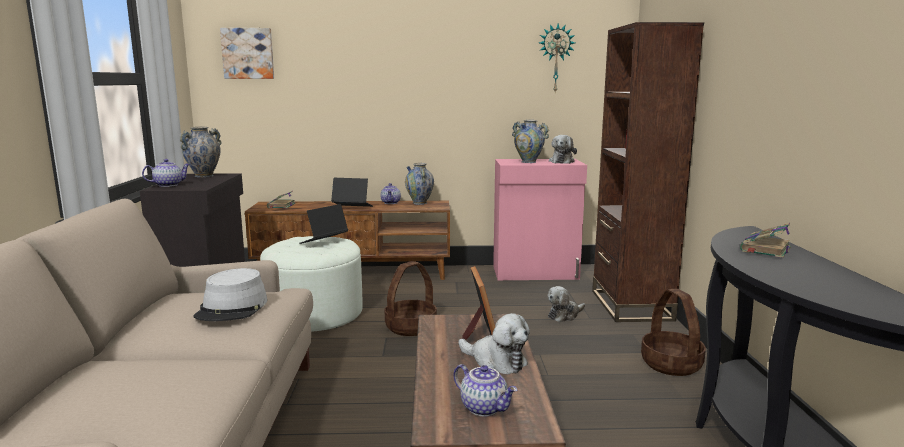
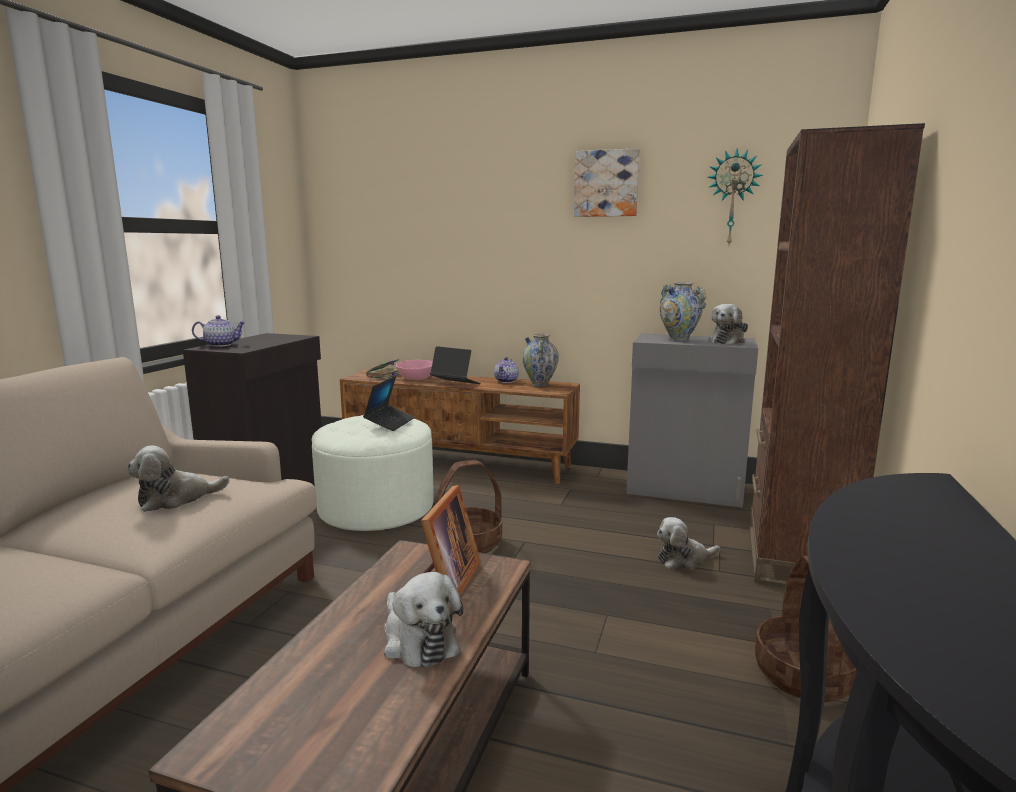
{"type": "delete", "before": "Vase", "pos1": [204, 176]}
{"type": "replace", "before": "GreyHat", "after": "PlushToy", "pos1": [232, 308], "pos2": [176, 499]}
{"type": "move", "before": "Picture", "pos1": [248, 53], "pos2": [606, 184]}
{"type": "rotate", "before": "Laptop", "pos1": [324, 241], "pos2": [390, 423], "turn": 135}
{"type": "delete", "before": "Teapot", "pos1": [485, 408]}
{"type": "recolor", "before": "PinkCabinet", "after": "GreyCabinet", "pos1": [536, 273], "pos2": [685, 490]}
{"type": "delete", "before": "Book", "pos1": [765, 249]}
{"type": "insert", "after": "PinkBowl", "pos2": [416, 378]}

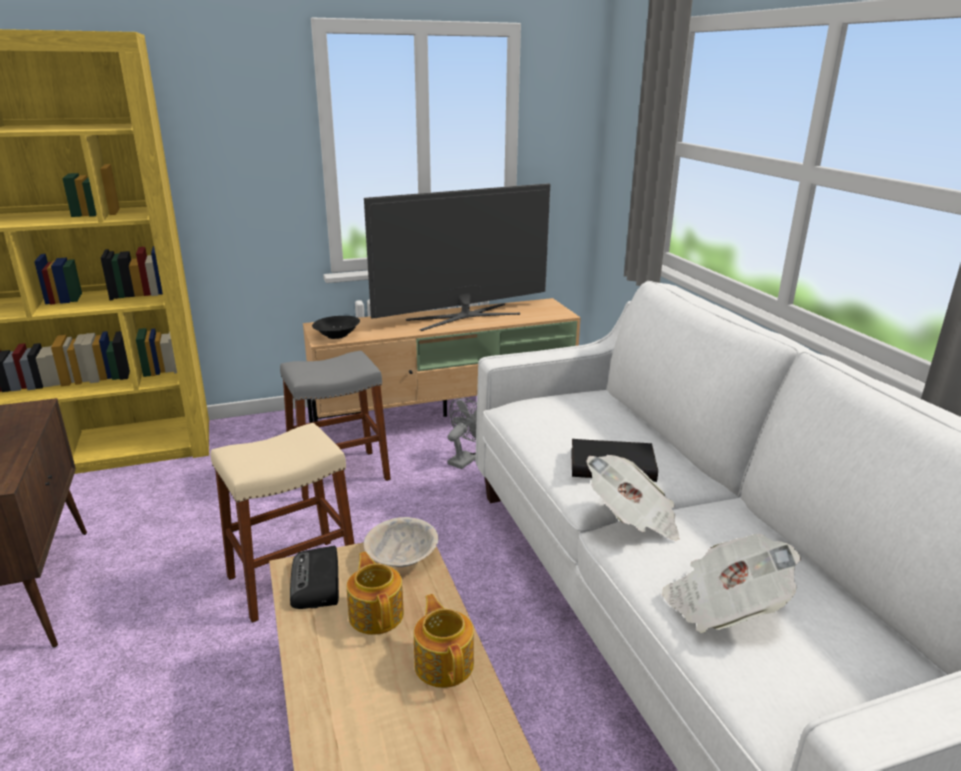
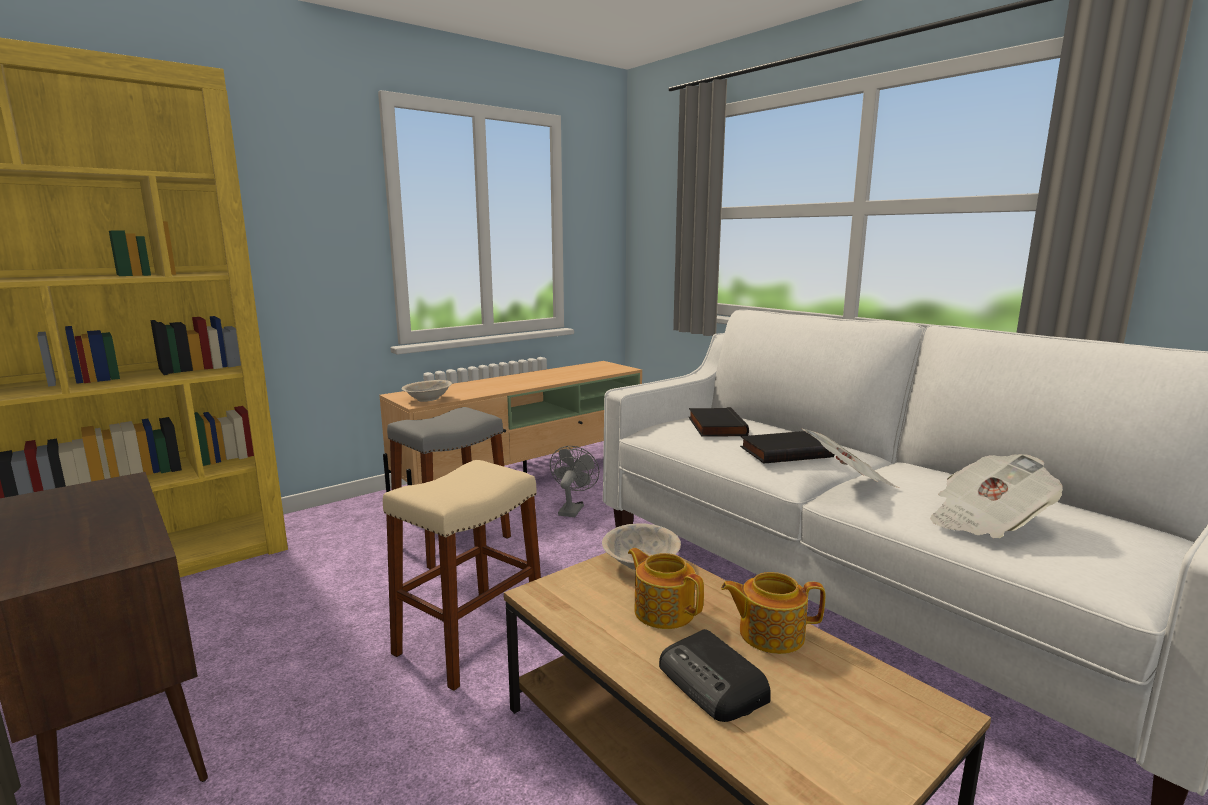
{"type": "move", "before": "Radio", "pos1": [317, 583], "pos2": [713, 684]}
{"type": "recolor", "before": "BlackBowl", "after": "BeigeBowl", "pos1": [337, 336], "pos2": [428, 399]}
{"type": "delete", "before": "Television", "pos1": [464, 316]}
{"type": "rotate", "before": "Teapot", "pos1": [444, 663], "pos2": [769, 634], "turn": -45}
{"type": "insert", "after": "BlackBook", "pos2": [715, 426]}

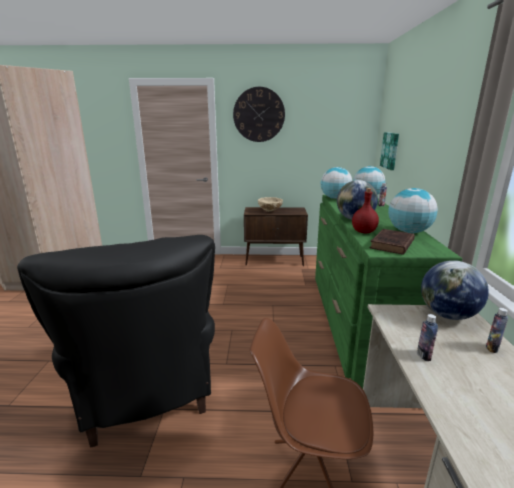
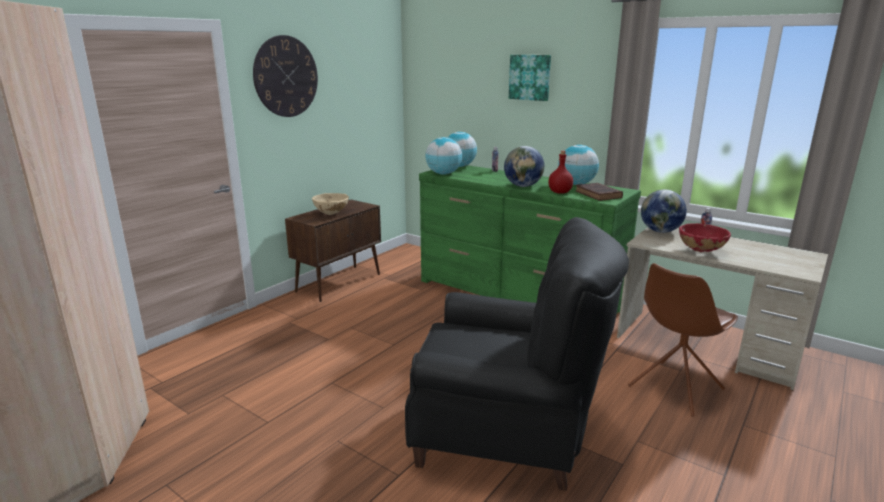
{"type": "move", "before": "Picture", "pos1": [390, 150], "pos2": [530, 77]}
{"type": "replace", "before": "Bottle", "after": "RedBowl", "pos1": [423, 355], "pos2": [701, 251]}

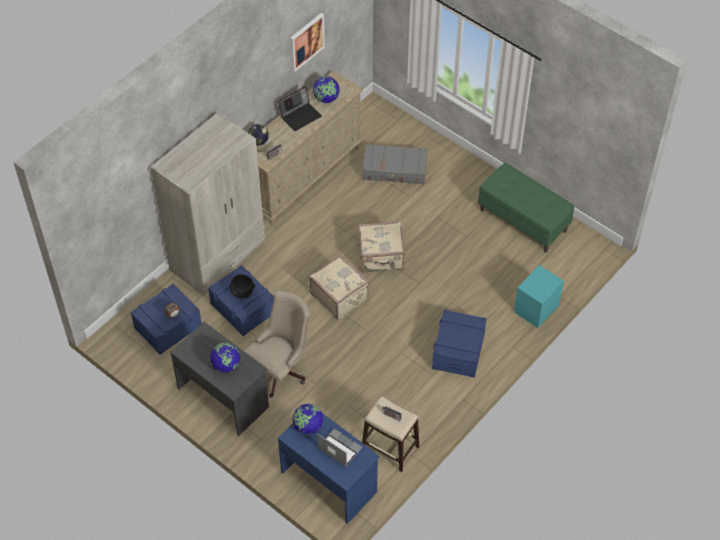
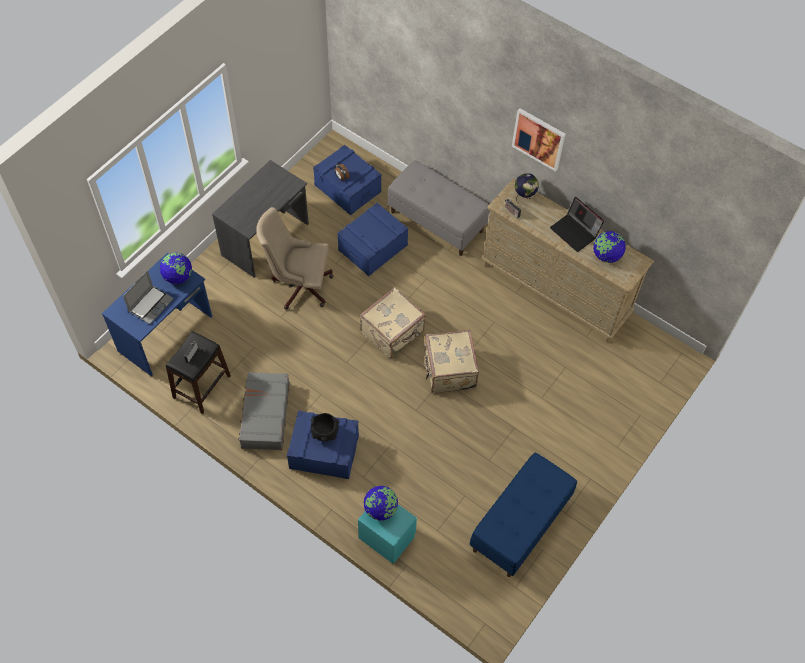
{"type": "replace", "before": "BeigeWardrobe", "after": "GreyBench", "pos1": [218, 256], "pos2": [437, 221]}
{"type": "move", "before": "Globe", "pos1": [226, 365], "pos2": [381, 509]}
{"type": "move", "before": "BlackBowl", "pos1": [242, 292], "pos2": [324, 432]}
{"type": "rotate", "before": "BeigeOfficeChair", "pos1": [281, 369], "pos2": [298, 285], "turn": 150}
{"type": "move", "before": "Picture", "pos1": [306, 41], "pos2": [539, 139]}
{"type": "recolor", "before": "BeigeStool", "after": "BlackStool", "pos1": [390, 447], "pos2": [202, 387]}
{"type": "move", "before": "GreySuitcase", "pos1": [394, 170], "pos2": [265, 415]}
{"type": "recolor", "before": "GreenBench", "after": "BlueBench", "pos1": [523, 220], "pos2": [520, 525]}

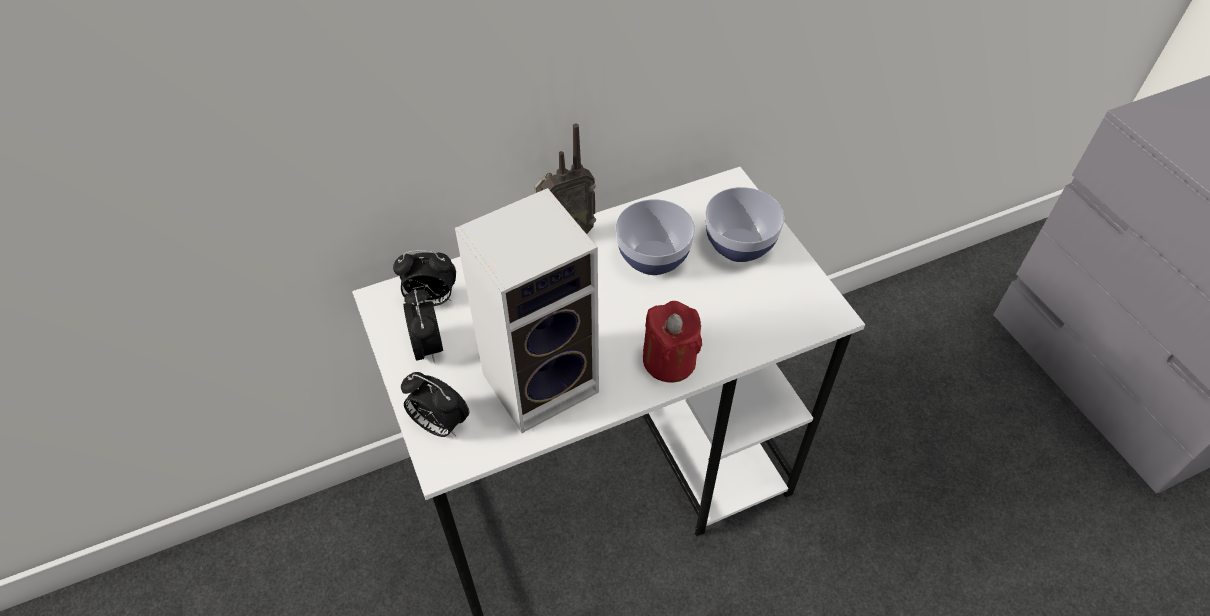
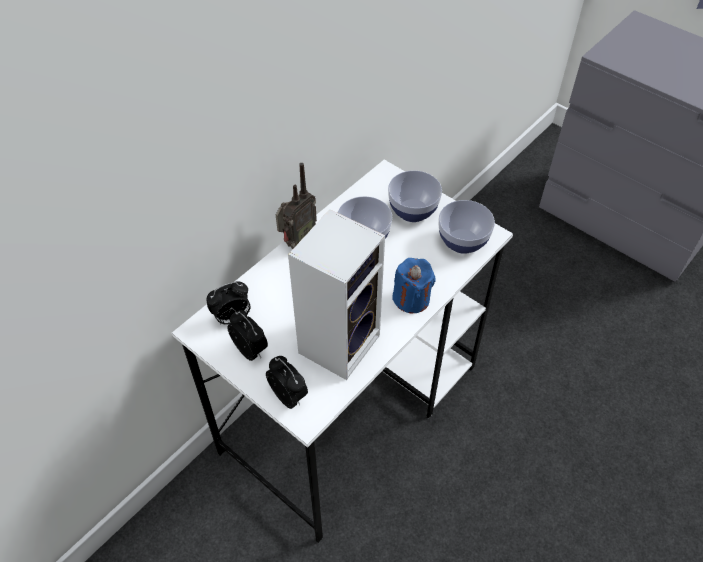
{"type": "rotate", "before": "AlarmClock", "pos1": [439, 424], "pos2": [289, 396], "turn": -135}
{"type": "recolor", "before": "RedCandle", "after": "BlueCandle", "pos1": [669, 361], "pos2": [411, 299]}
{"type": "insert", "after": "Bowl", "pos2": [462, 241]}

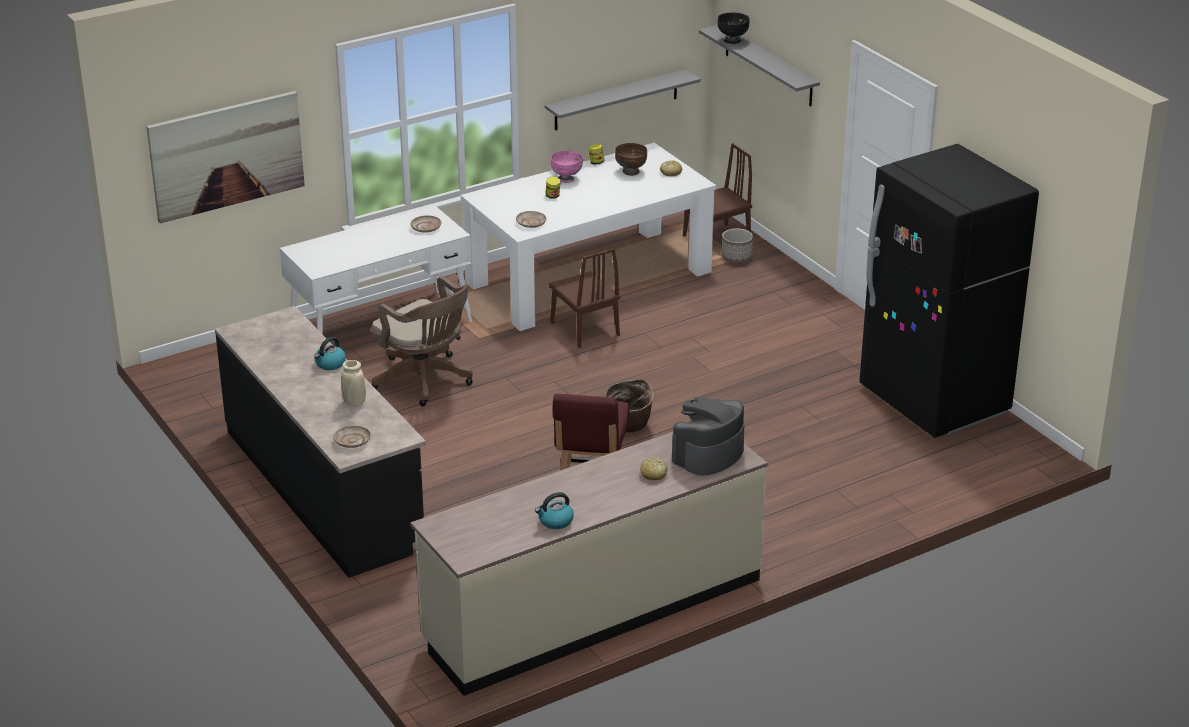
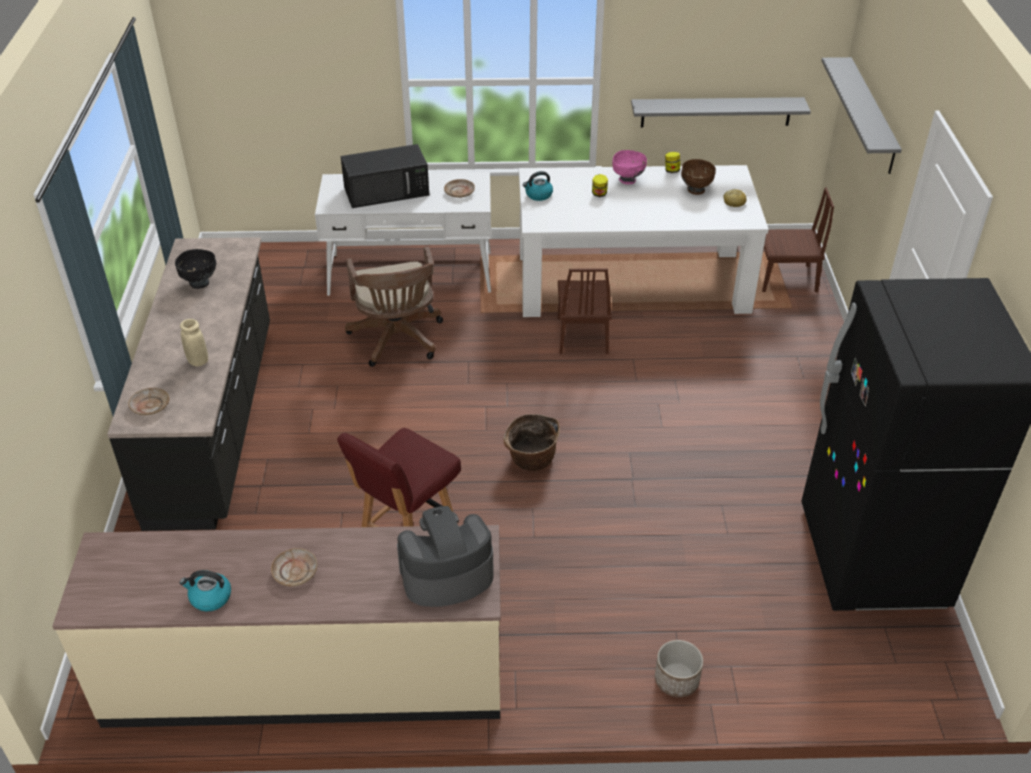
{"type": "delete", "before": "Picture", "pos1": [226, 155]}
{"type": "move", "before": "Kettle", "pos1": [330, 364], "pos2": [538, 195]}
{"type": "move", "before": "BeigePlate", "pos1": [531, 223], "pos2": [295, 572]}
{"type": "delete", "before": "Bread", "pos1": [653, 474]}
{"type": "move", "before": "BlackBowl", "pos1": [733, 41], "pos2": [199, 283]}
{"type": "move", "before": "Planter", "pos1": [736, 257], "pos2": [676, 680]}
{"type": "insert", "after": "BlackMicrowave", "pos2": [387, 191]}

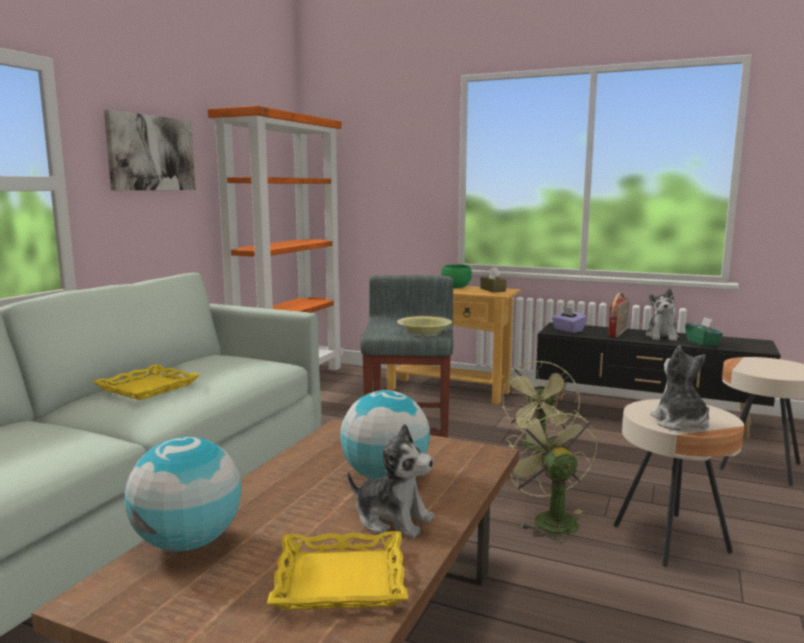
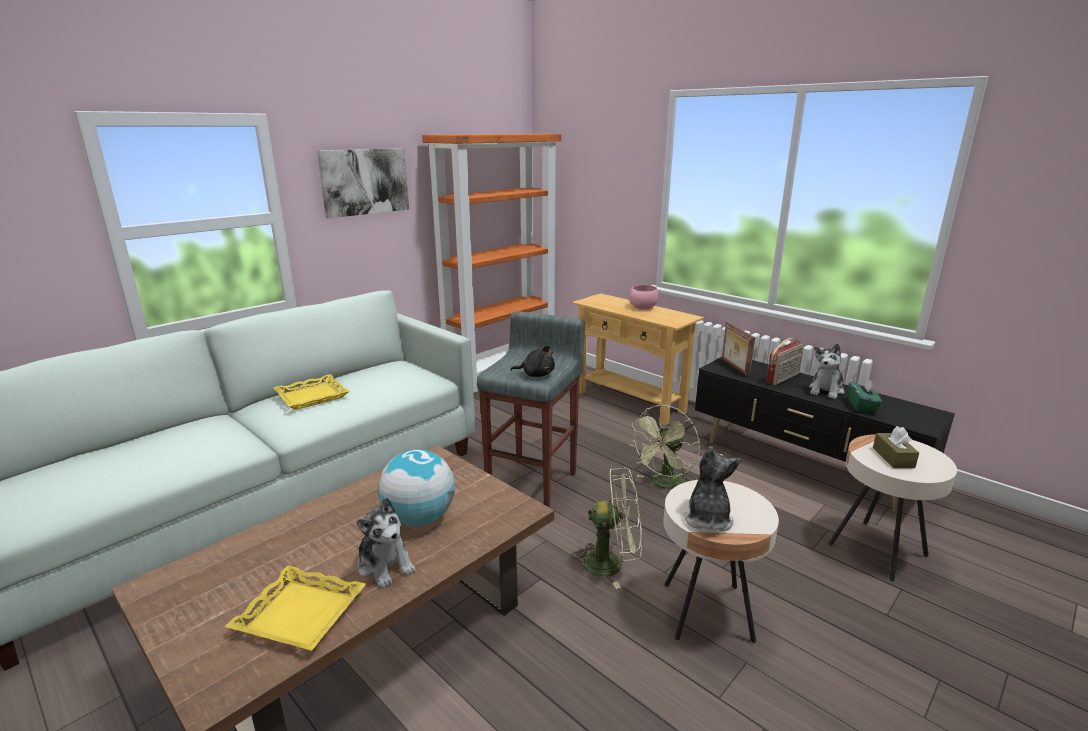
{"type": "delete", "before": "Globe", "pos1": [188, 543]}
{"type": "replace", "before": "YellowBowl", "after": "BlackPlushToy", "pos1": [424, 331], "pos2": [536, 374]}
{"type": "recolor", "before": "GreenBowl", "after": "PinkBowl", "pos1": [456, 287], "pos2": [643, 308]}
{"type": "move", "before": "BrownTissueBox", "pos1": [492, 290], "pos2": [893, 457]}
{"type": "rotate", "before": "GreenFan", "pos1": [549, 519], "pos2": [611, 563], "turn": 90}
{"type": "replace", "before": "PurpleTissueBox", "after": "PictureFrame", "pos1": [568, 330], "pos2": [734, 368]}

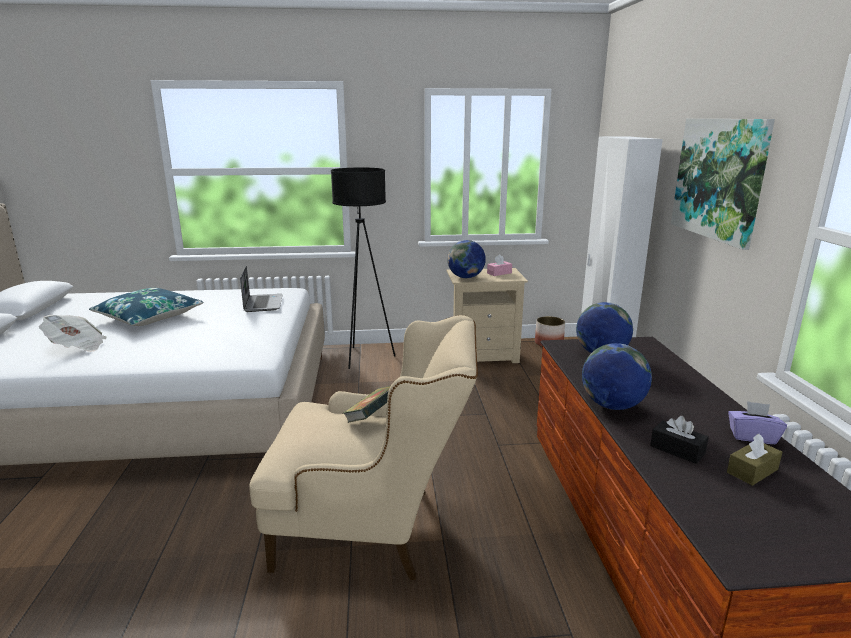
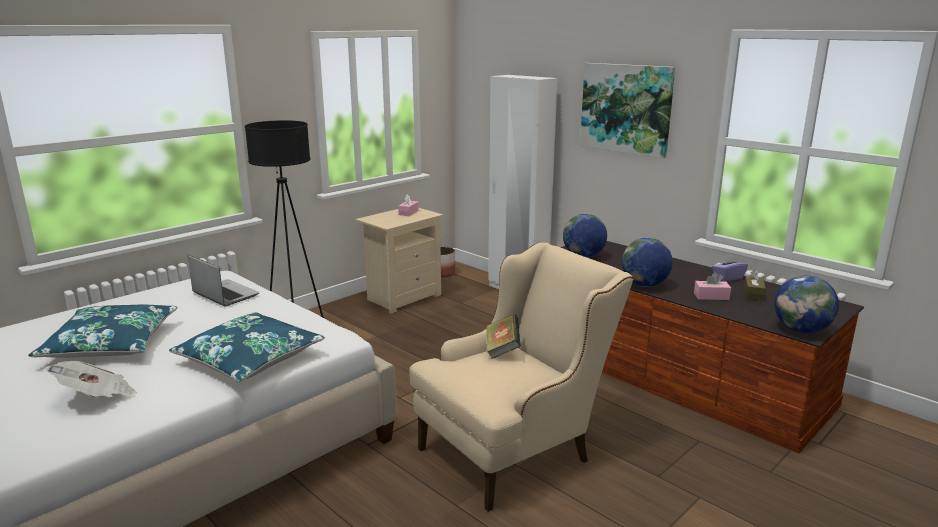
{"type": "move", "before": "Globe", "pos1": [466, 277], "pos2": [801, 330]}
{"type": "recolor", "before": "BlackTissueBox", "after": "PinkTissueBox", "pos1": [677, 450], "pos2": [711, 296]}
{"type": "insert", "after": "BluePillow", "pos2": [249, 359]}

